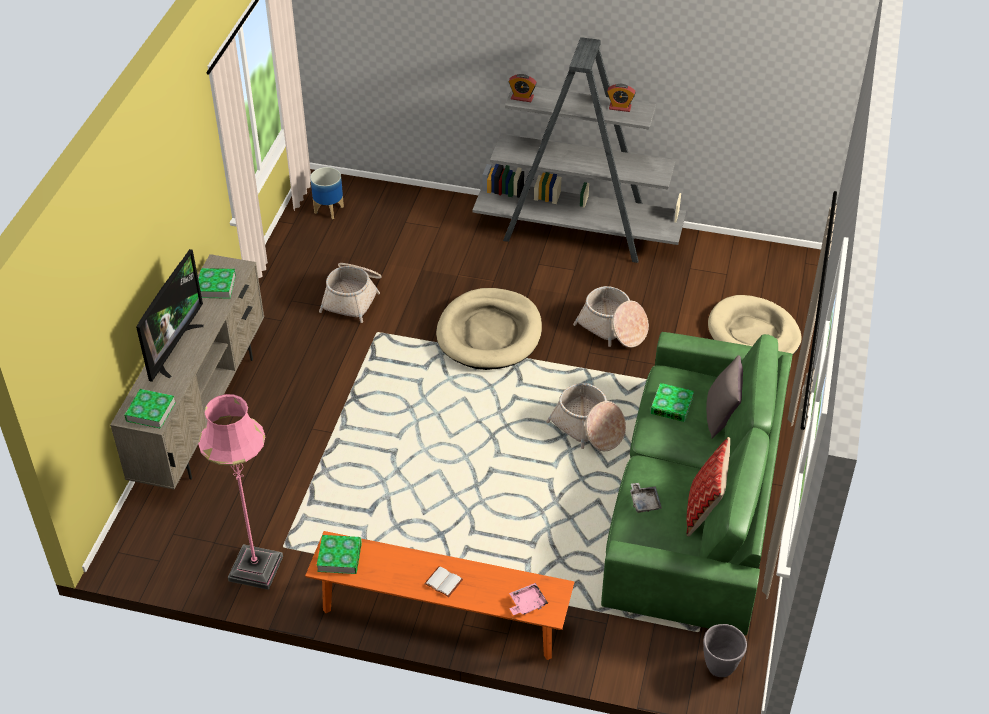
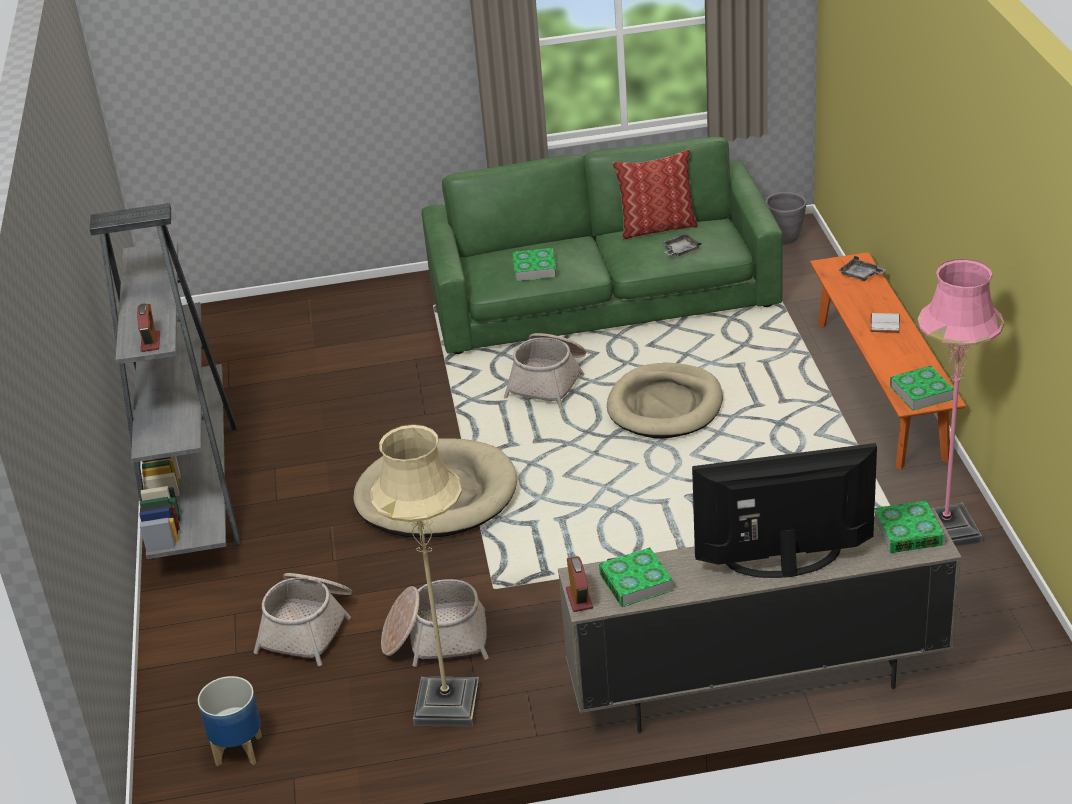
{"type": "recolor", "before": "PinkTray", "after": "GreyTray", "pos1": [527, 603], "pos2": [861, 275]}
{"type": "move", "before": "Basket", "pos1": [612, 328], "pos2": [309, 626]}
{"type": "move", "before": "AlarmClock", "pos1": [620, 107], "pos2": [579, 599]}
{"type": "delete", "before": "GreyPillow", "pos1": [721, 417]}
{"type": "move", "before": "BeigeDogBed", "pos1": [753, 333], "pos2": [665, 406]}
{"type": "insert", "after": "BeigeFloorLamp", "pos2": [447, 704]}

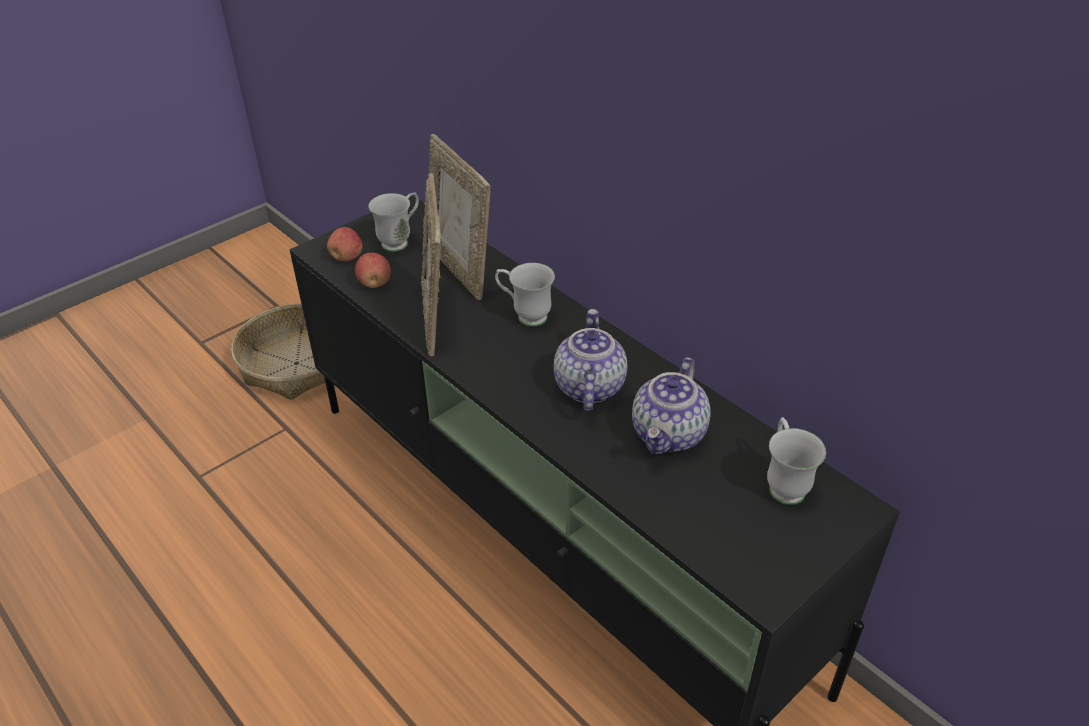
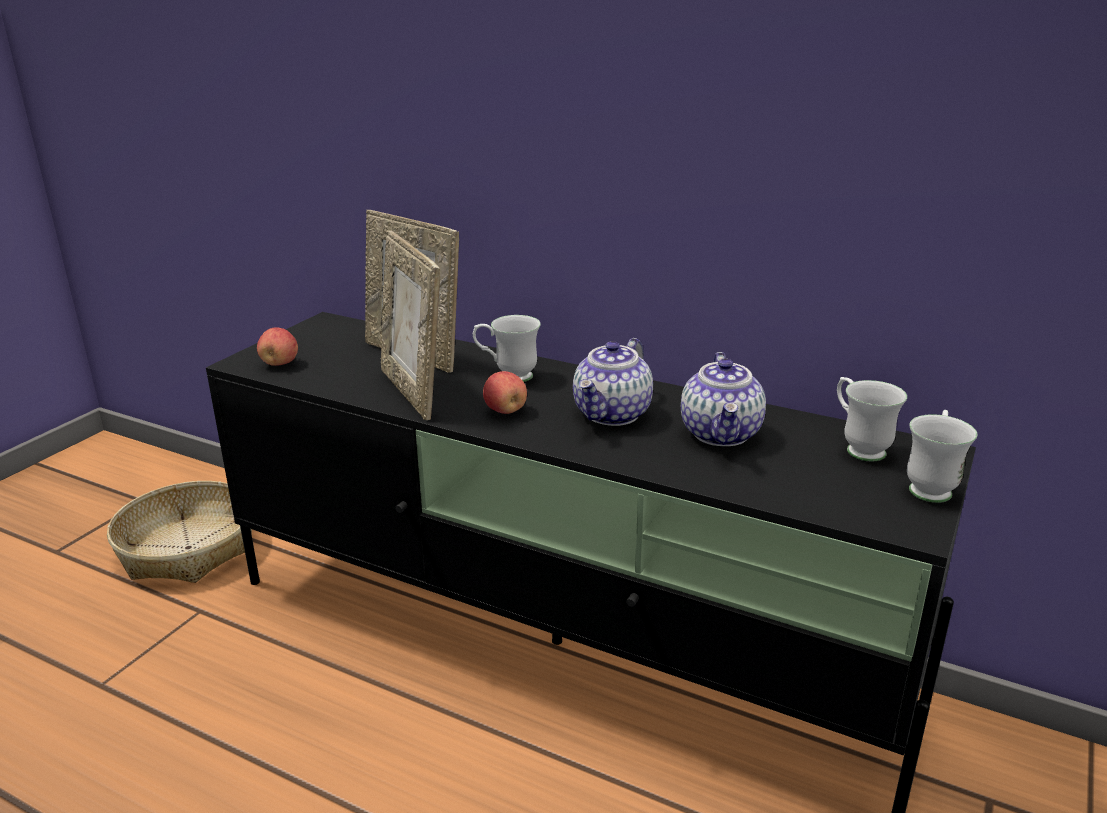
{"type": "move", "before": "Apple", "pos1": [374, 283], "pos2": [505, 411]}
{"type": "move", "before": "WhiteMug", "pos1": [400, 241], "pos2": [931, 486]}
{"type": "rotate", "before": "Teapot", "pos1": [588, 386], "pos2": [613, 414], "turn": -135}

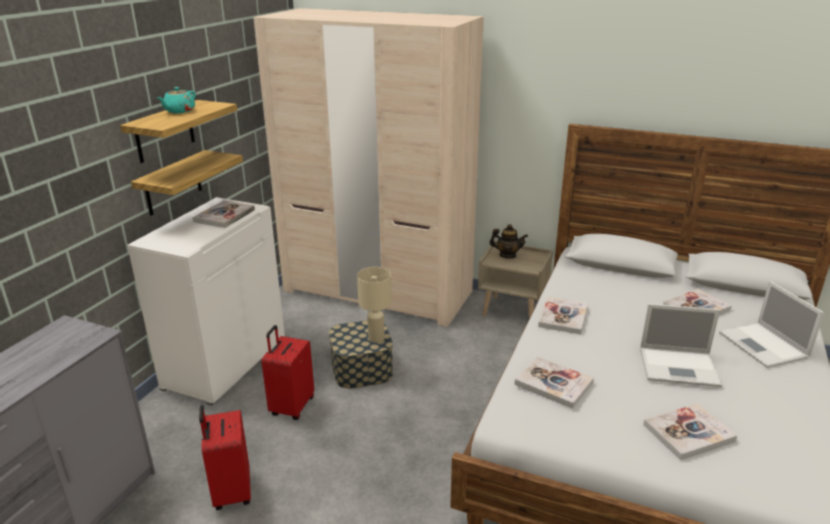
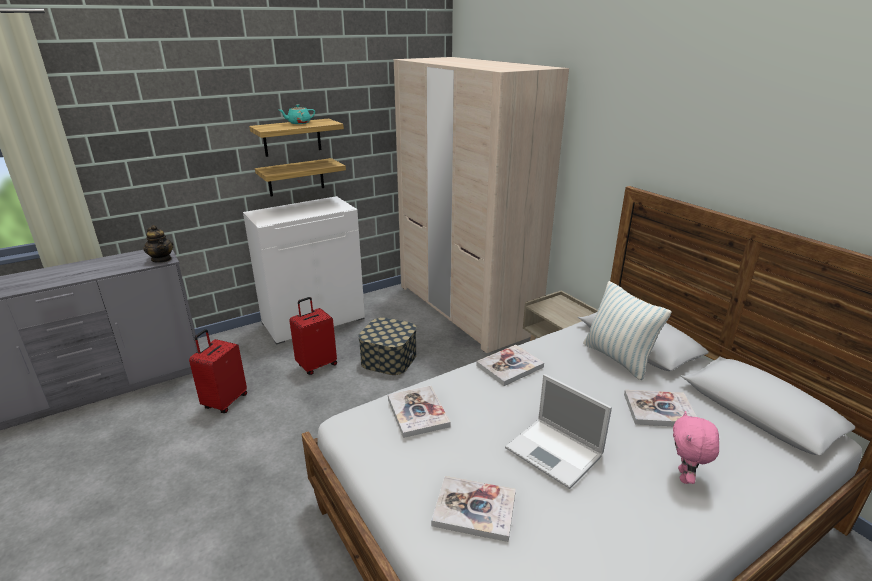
{"type": "delete", "before": "Book", "pos1": [224, 216]}
{"type": "delete", "before": "BeigeTableLamp", "pos1": [376, 338]}
{"type": "move", "before": "Teapot", "pos1": [507, 255], "pos2": [162, 259]}
{"type": "replace", "before": "Laptop", "after": "PinkPlushToy", "pos1": [764, 346], "pos2": [685, 477]}
{"type": "insert", "after": "Pillow", "pos2": [618, 358]}

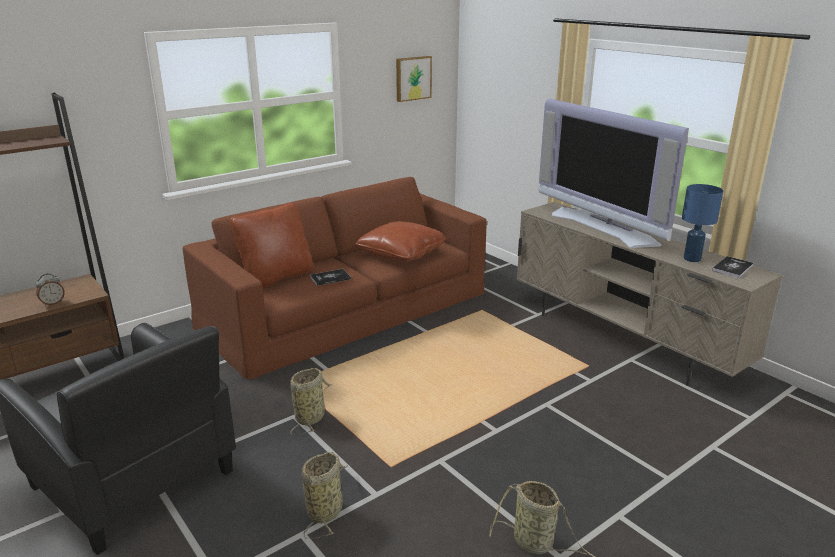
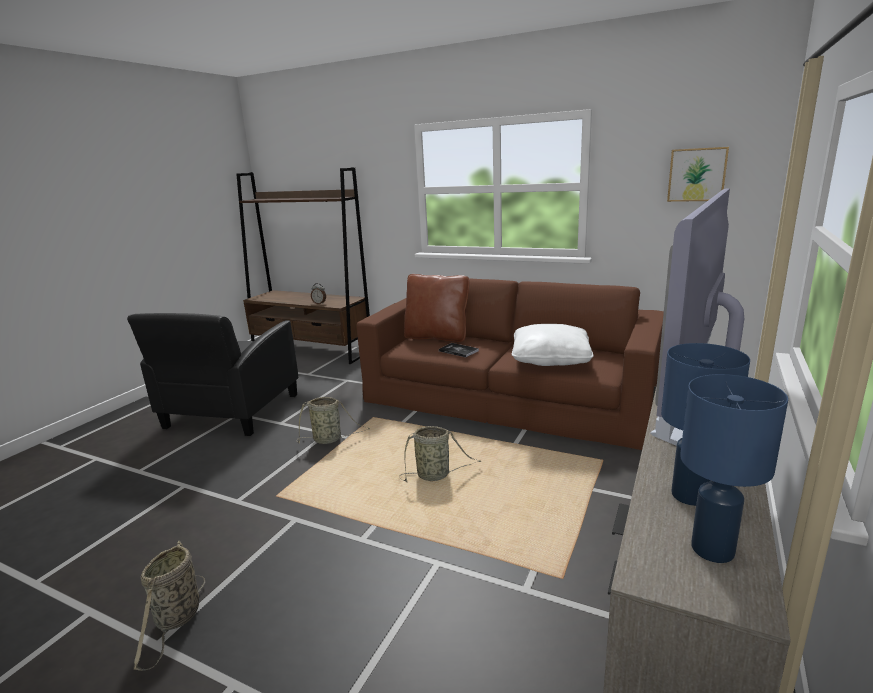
{"type": "move", "before": "Basket", "pos1": [326, 510], "pos2": [435, 475]}
{"type": "recolor", "before": "BrownPillow", "after": "WhitePillow", "pos1": [401, 254], "pos2": [550, 359]}
{"type": "replace", "before": "Book", "after": "BlueTableLamp", "pos1": [732, 268], "pos2": [713, 550]}

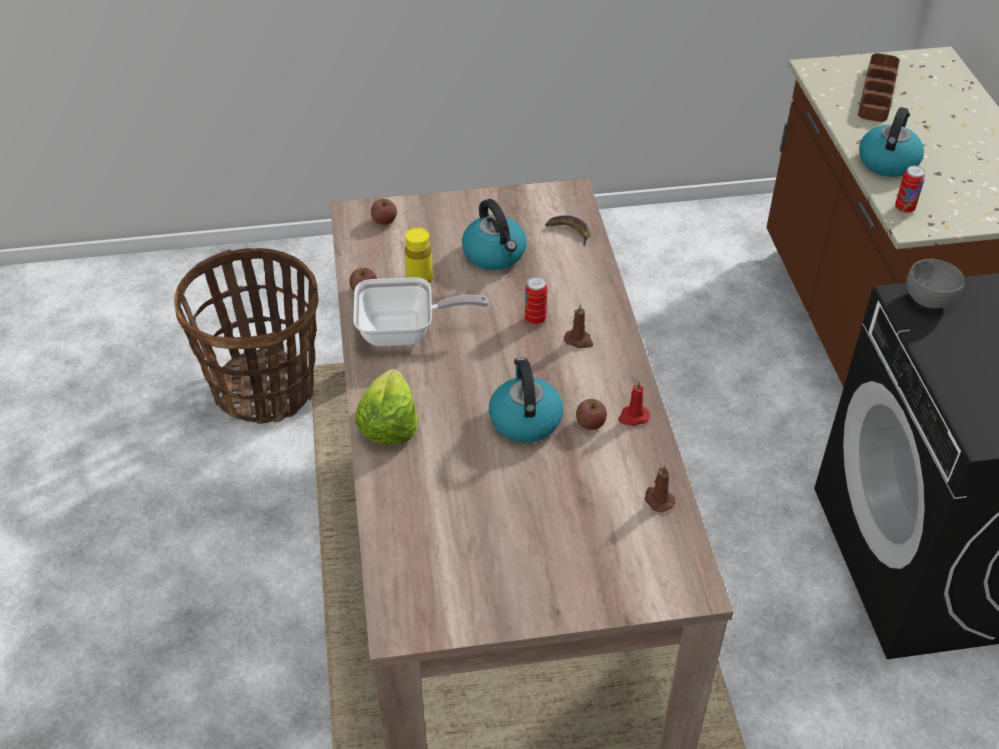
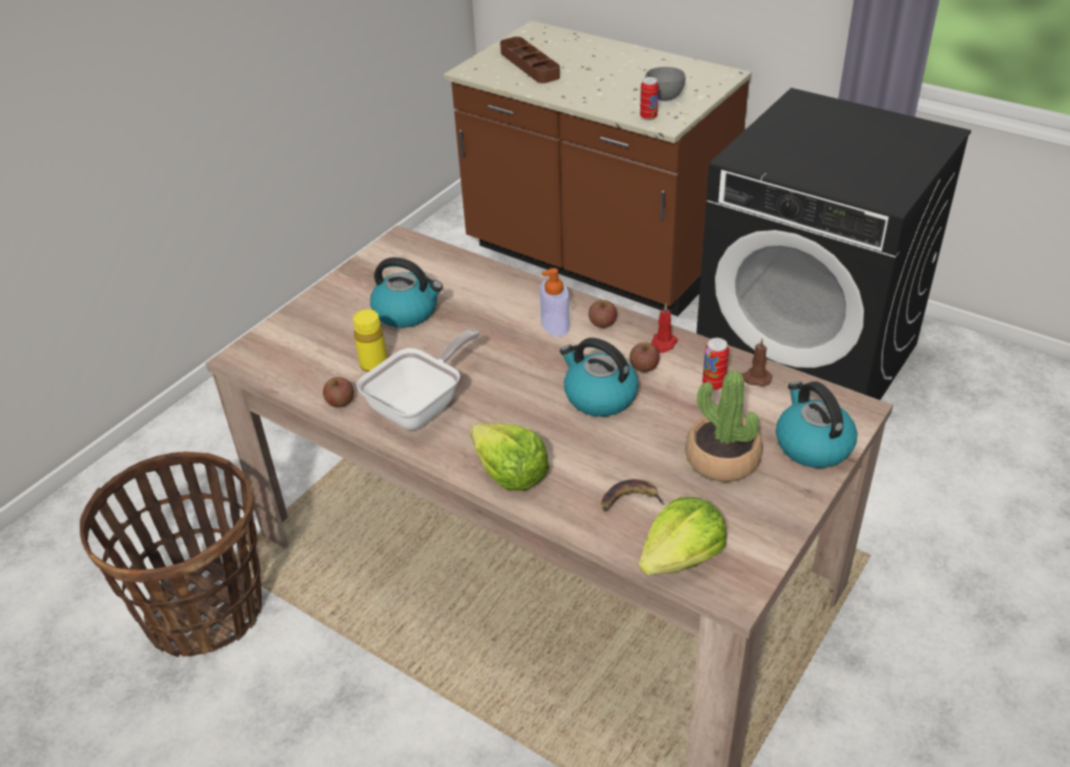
{"type": "move", "before": "Apple", "pos1": [384, 220], "pos2": [602, 323]}
{"type": "move", "before": "Can", "pos1": [535, 319], "pos2": [713, 384]}
{"type": "move", "before": "Banana", "pos1": [569, 231], "pos2": [629, 500]}
{"type": "replace", "before": "BrownCandle", "after": "SoapDispenser", "pos1": [579, 340], "pos2": [555, 324]}
{"type": "move", "before": "Kettle", "pos1": [887, 161], "pos2": [812, 445]}
{"type": "move", "before": "GreyBowl", "pos1": [927, 300], "pos2": [664, 98]}
{"type": "insert", "after": "Lettuce", "pos2": [682, 557]}
{"type": "insert", "after": "PottedPlant", "pos2": [722, 459]}

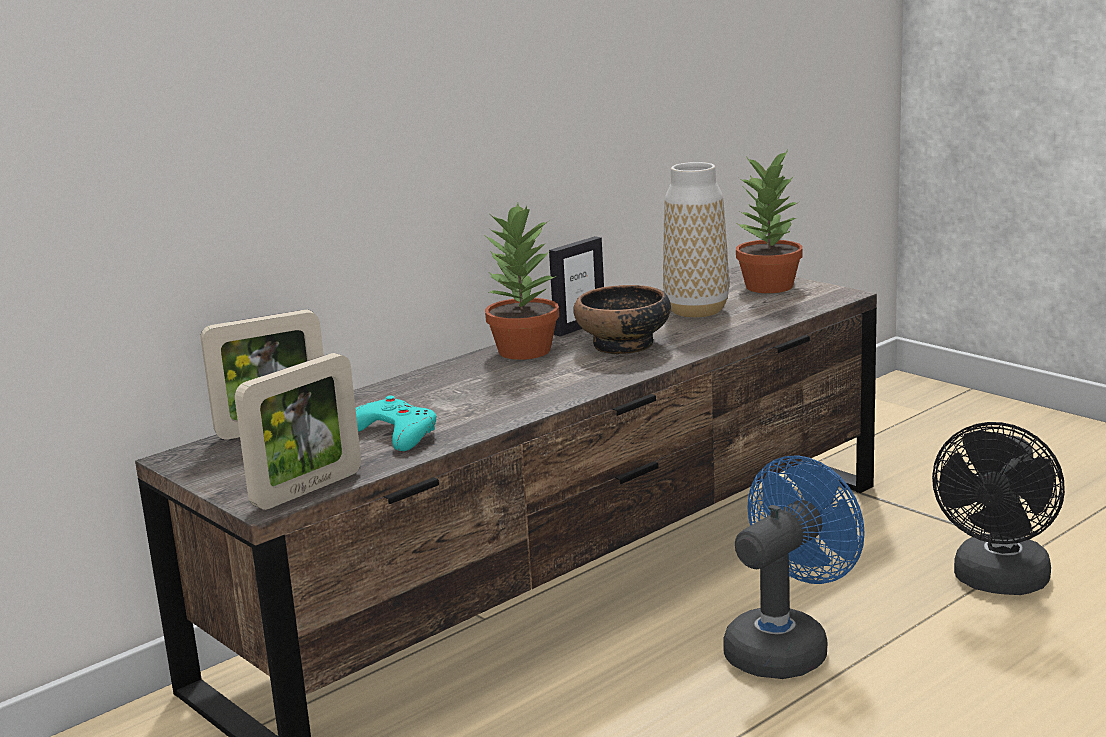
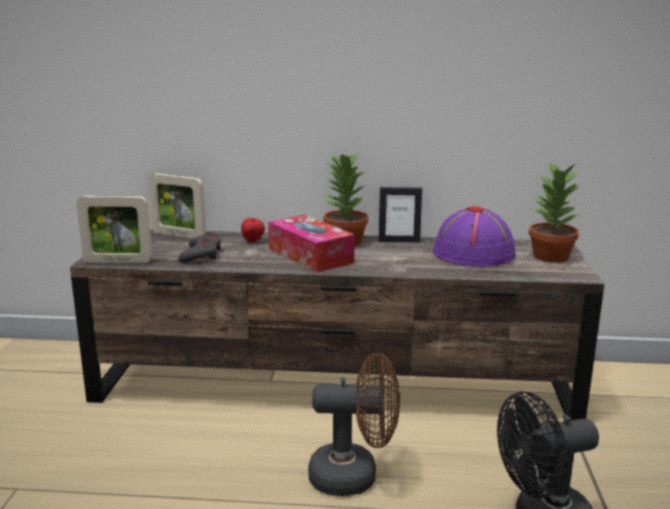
{"type": "recolor", "before": "TurquoiseGameController", "after": "GreyGameController", "pos1": [394, 433], "pos2": [201, 254]}
{"type": "delete", "before": "Bowl", "pos1": [624, 345]}
{"type": "replace", "before": "Vase", "after": "PurpleHat", "pos1": [696, 311], "pos2": [474, 254]}
{"type": "recolor", "before": "BlueFan", "after": "BrownFan", "pos1": [786, 646], "pos2": [354, 476]}
{"type": "insert", "after": "Apple", "pos2": [253, 241]}
{"type": "insert", "after": "TissueBox", "pos2": [310, 255]}

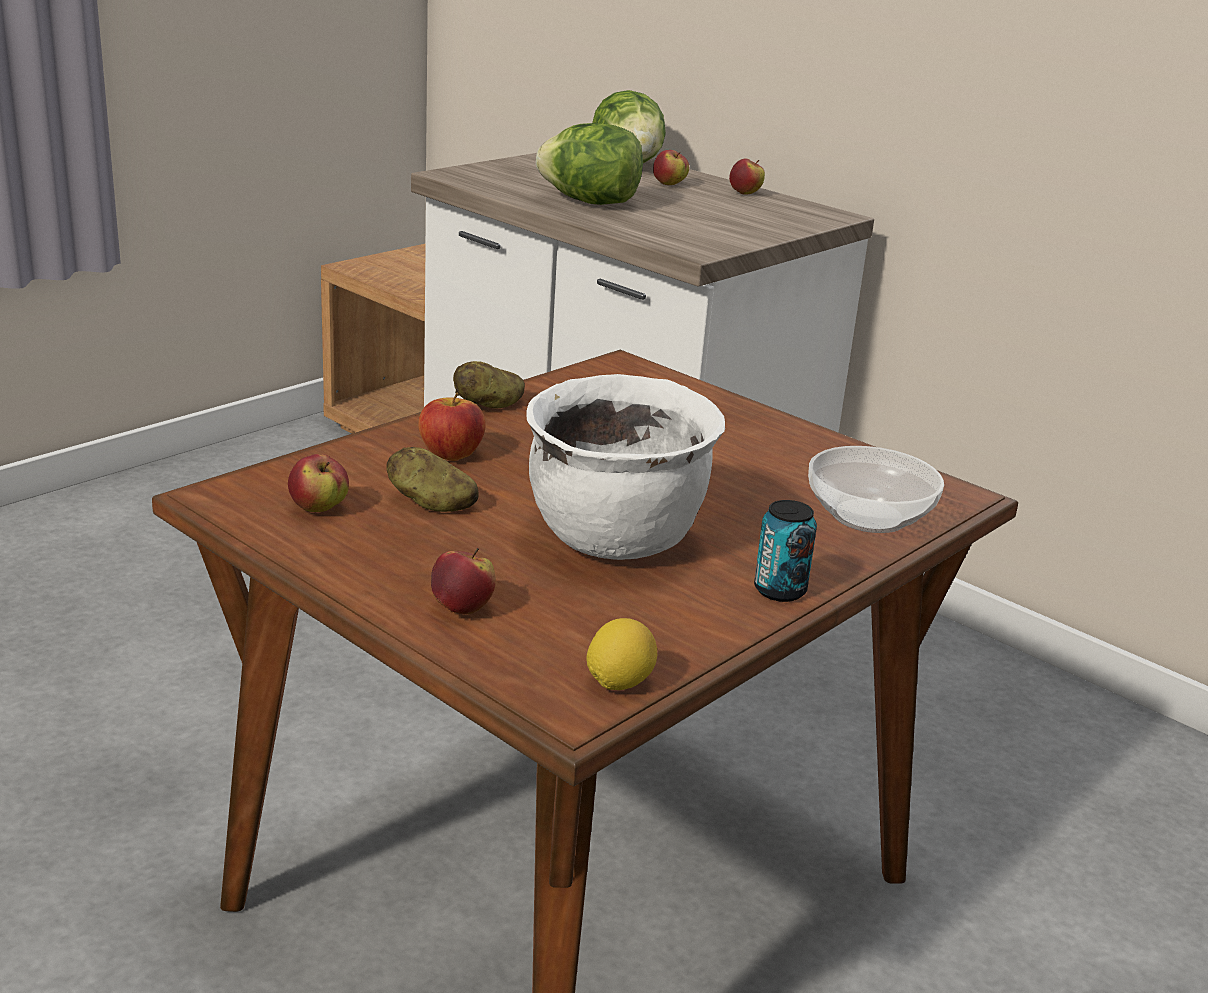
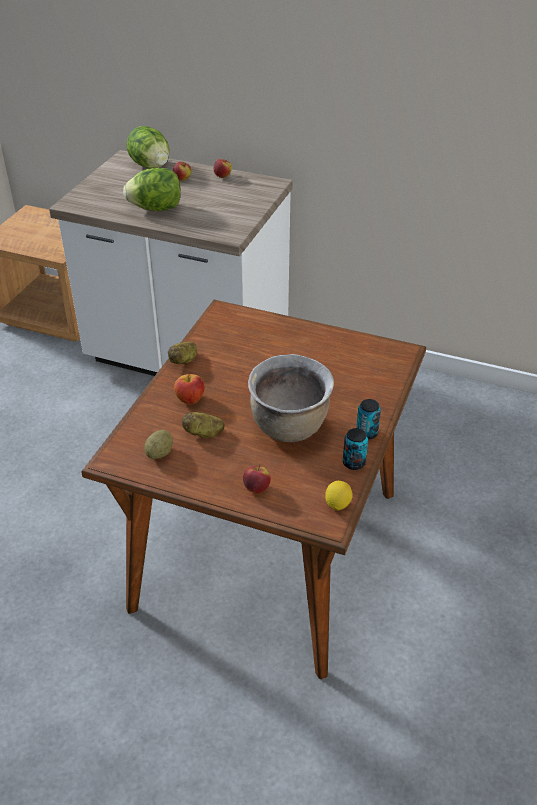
{"type": "replace", "before": "Apple", "after": "Potato", "pos1": [319, 509], "pos2": [159, 453]}
{"type": "recolor", "before": "WhiteCookingPot", "after": "BrownCookingPot", "pos1": [616, 540], "pos2": [290, 427]}
{"type": "delete", "before": "Bowl", "pos1": [867, 517]}
{"type": "insert", "after": "Can", "pos2": [354, 463]}

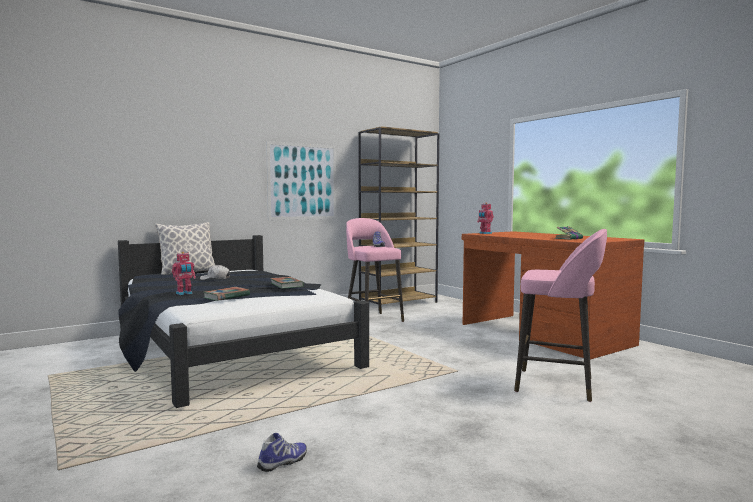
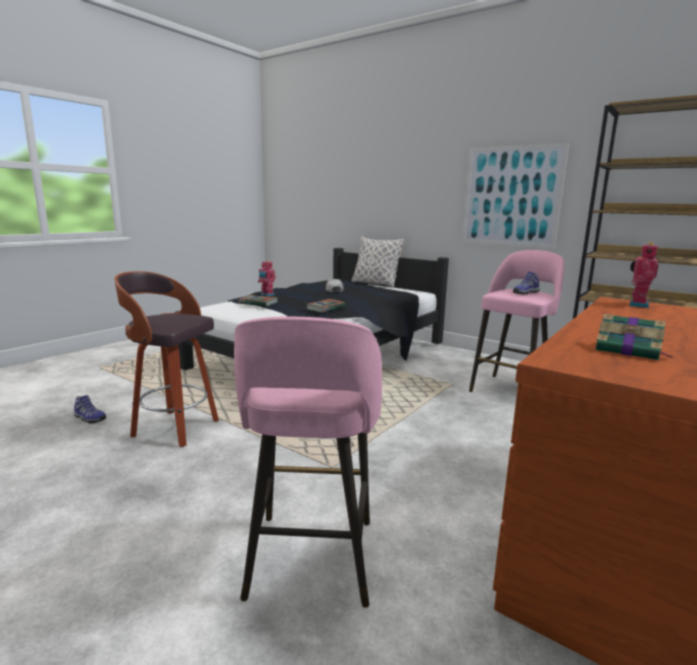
{"type": "insert", "after": "Stool", "pos2": [173, 428]}

